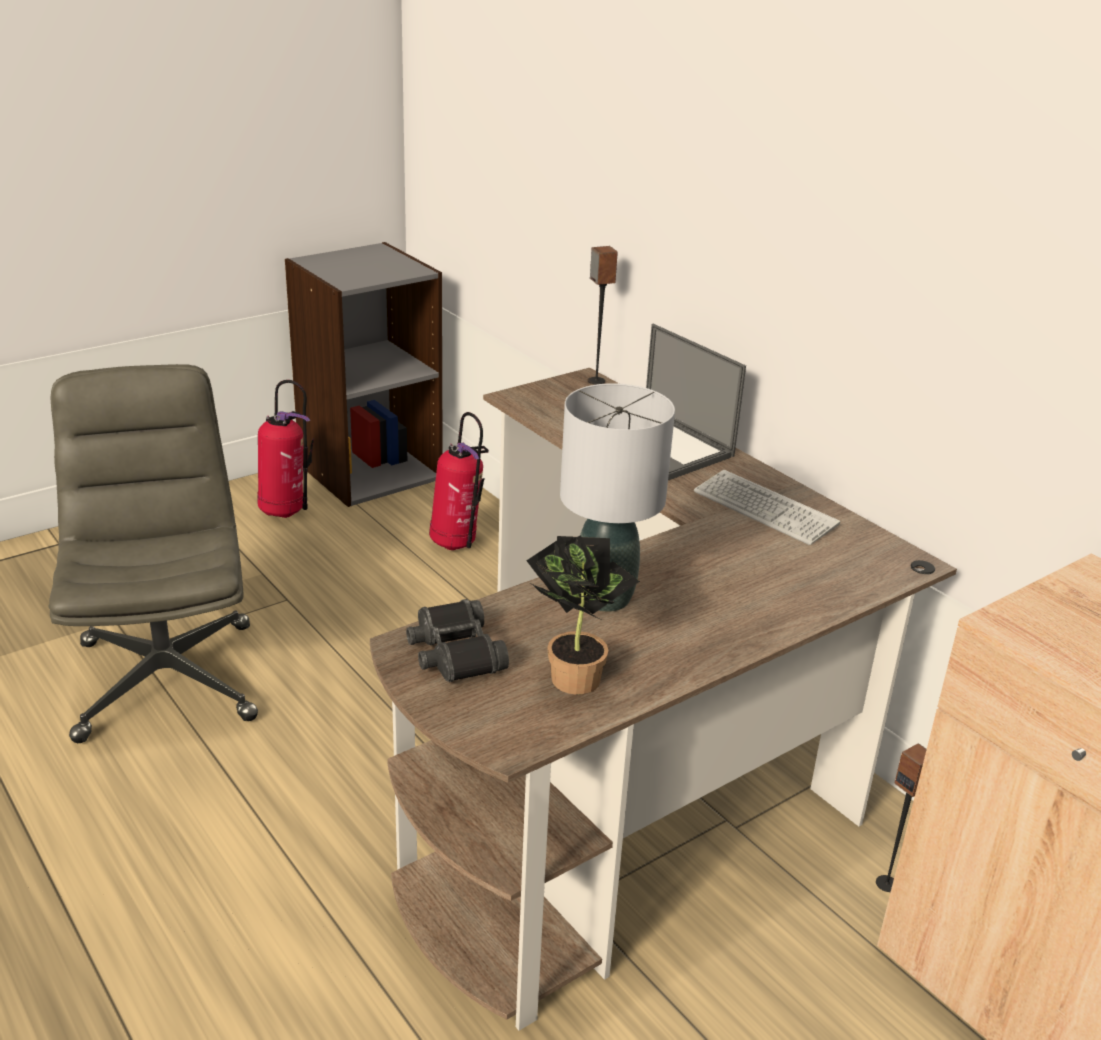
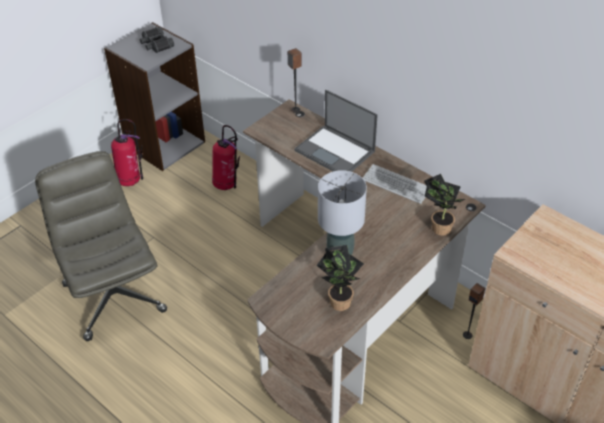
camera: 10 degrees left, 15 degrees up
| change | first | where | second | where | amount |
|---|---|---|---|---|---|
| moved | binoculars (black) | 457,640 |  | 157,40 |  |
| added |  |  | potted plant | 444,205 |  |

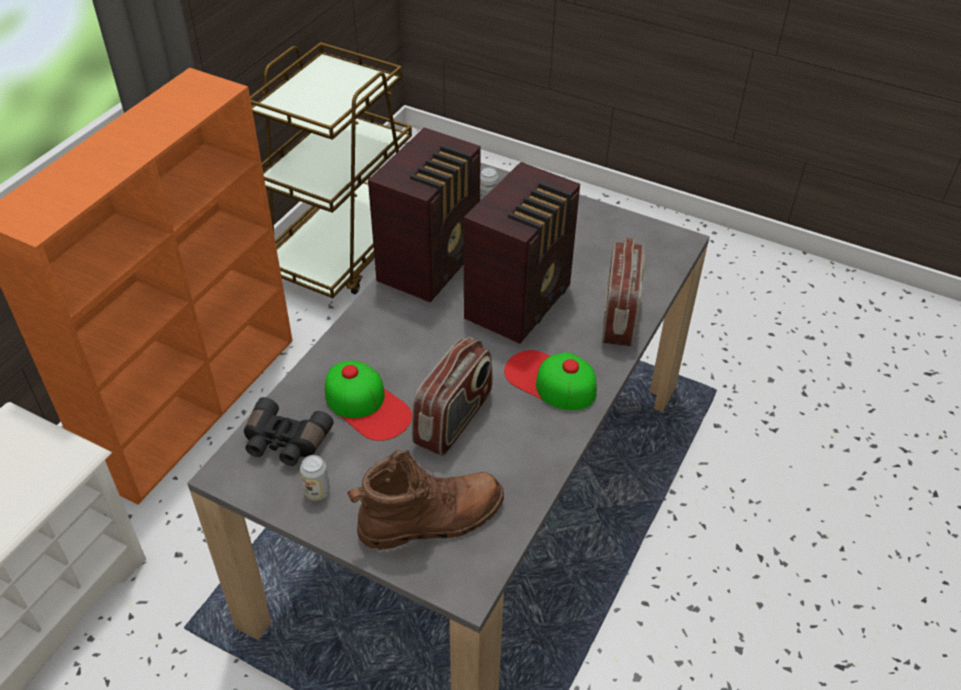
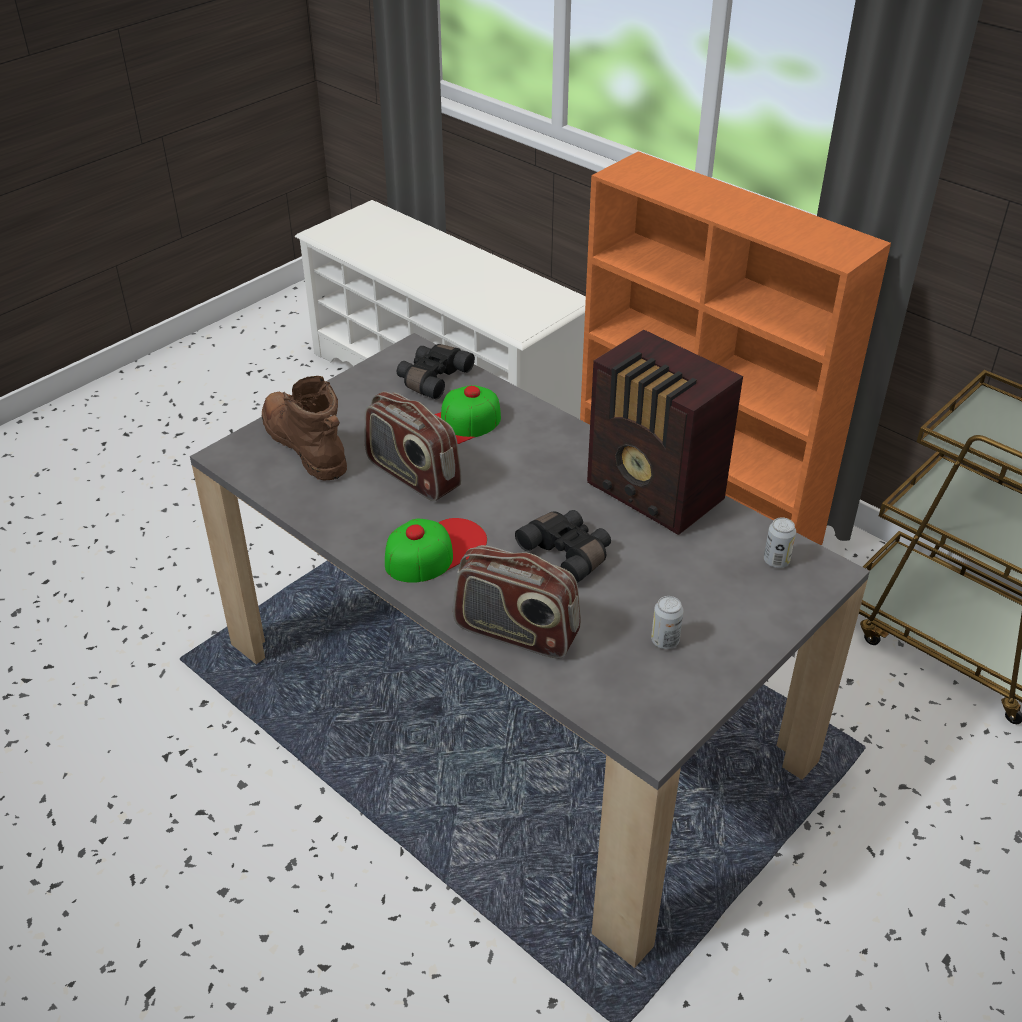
camera: 105 degrees right, 5 degrees down
| change | first | where | second | where | amount |
|---|---|---|---|---|---|
| moved | can | 315,478 |  | 667,622 |  |
| turned | boot (brown) | 425,500 |  | 304,428 | 150 degrees clockwise |
| replaced | radio | 522,253 | binoculars (black) | 563,546 |  |

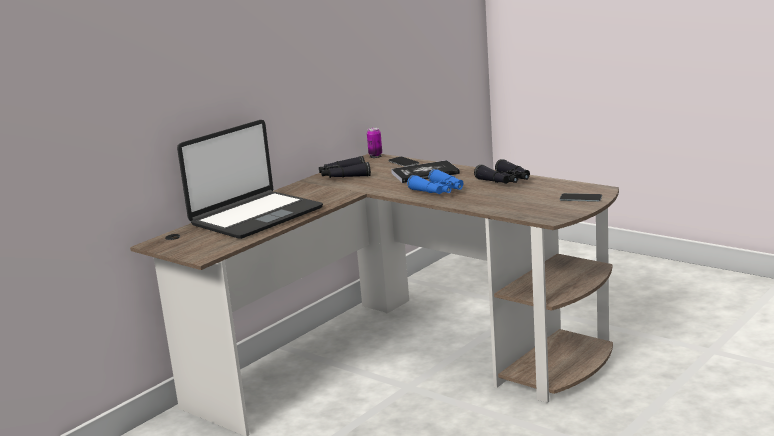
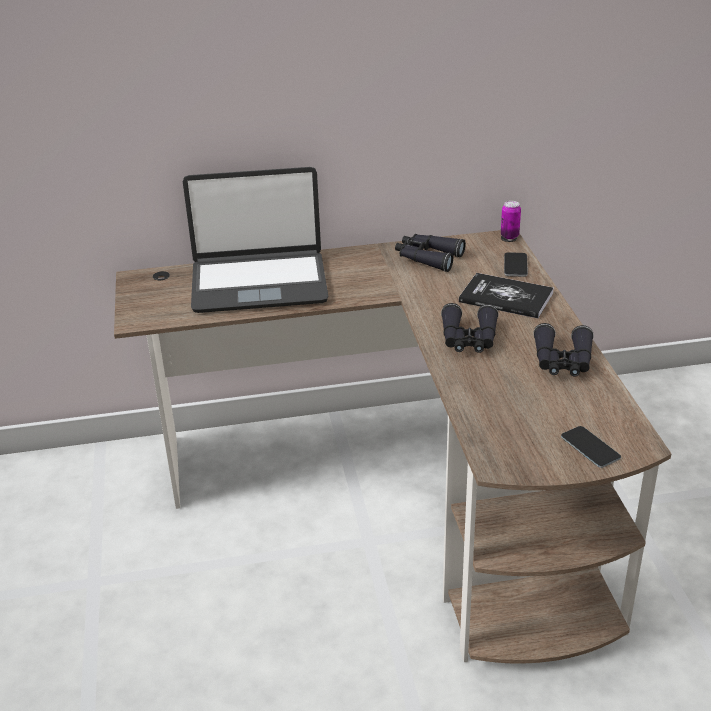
camera: 40 degrees right, 15 degrees up
| change | first | where | second | where | amount |
|---|---|---|---|---|---|
| recoloured | binoculars (blue) | 435,181 | binoculars (black) | 470,328 |  |

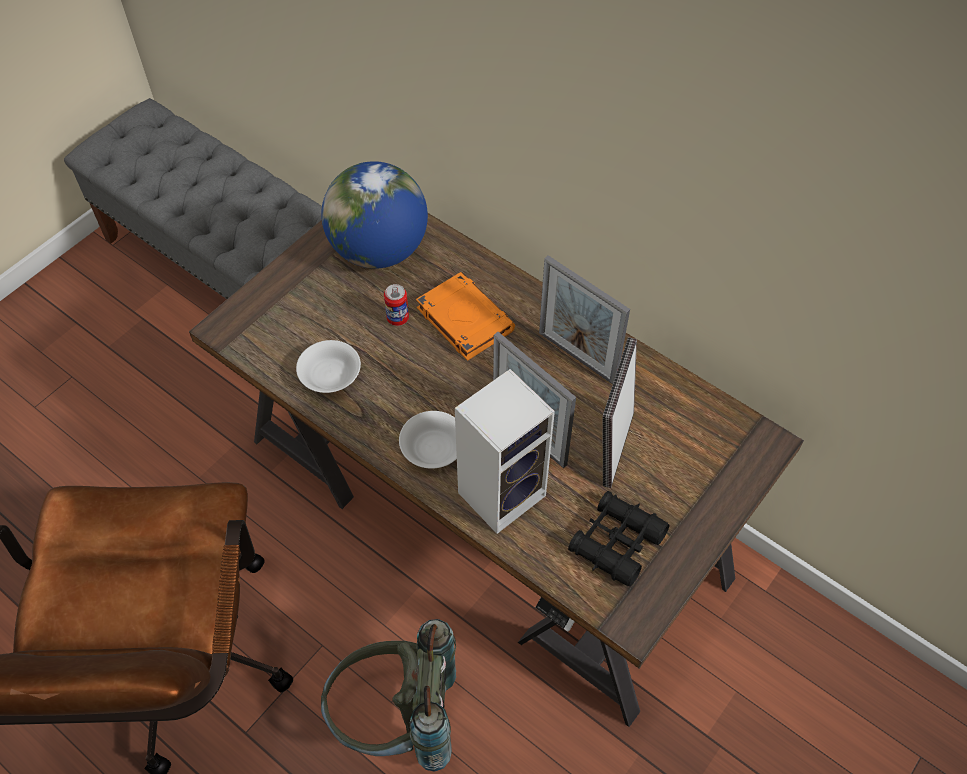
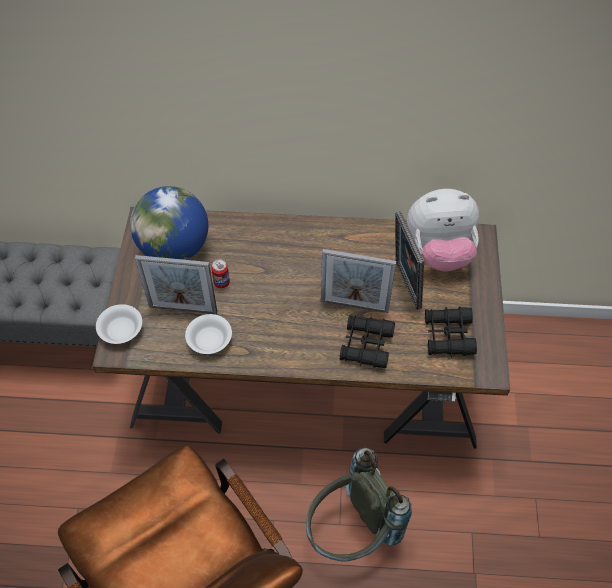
camera: 35 degrees left, 0 degrees up
| change | first | where | second | where | amount |
|---|---|---|---|---|---|
| moved | bowl (white) | 428,440 |  | 119,324 |  |
| removed | book (orange) | 465,316 |  |  |  |
| replaced | speaker | 505,451 | binoculars (black) | 367,341 |  |
| moved | picture frame | 584,319 |  | 176,284 |  |
| added |  |  | plush toy | 443,230 |  |

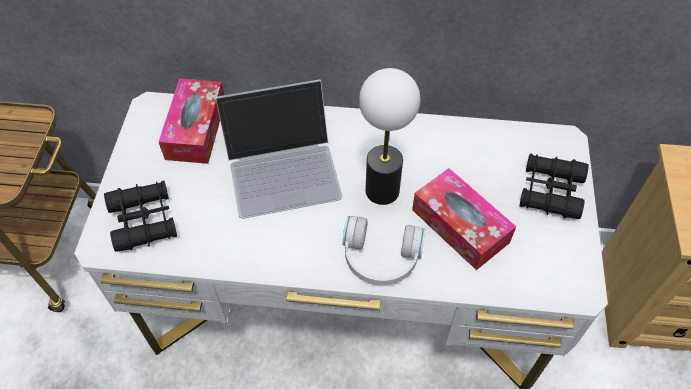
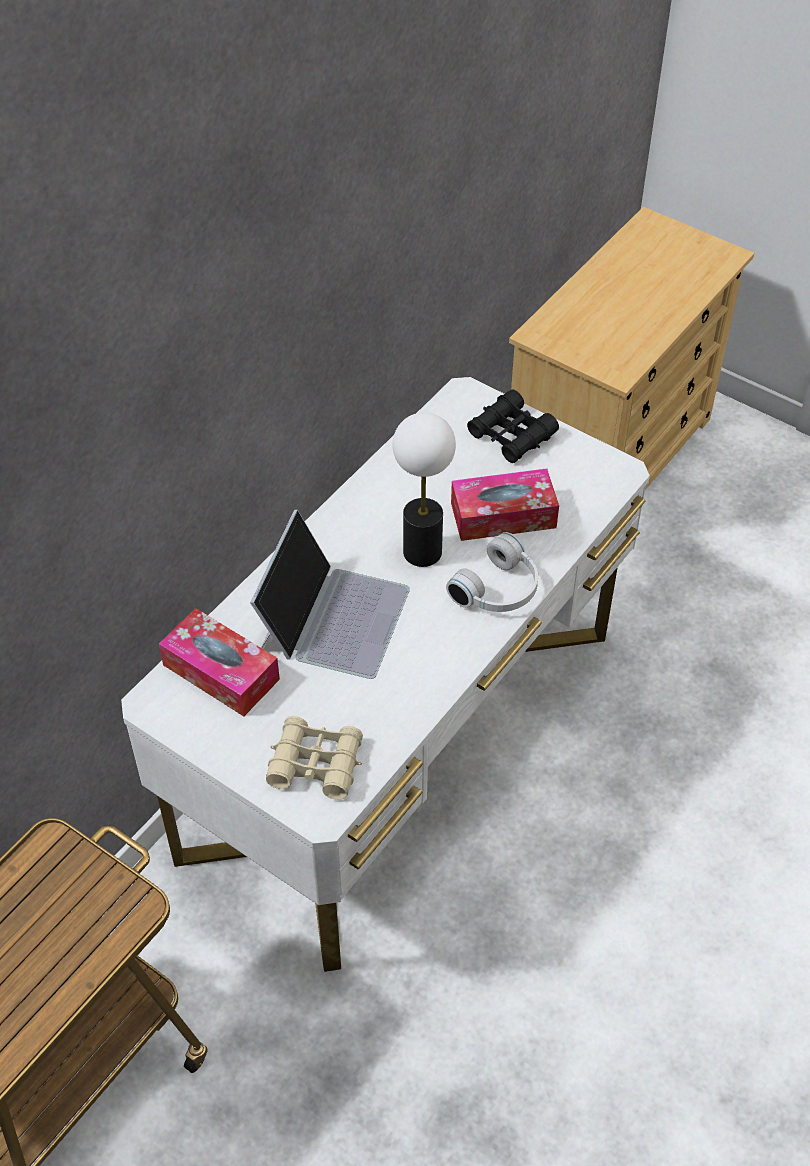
camera: 60 degrees left, 5 degrees down
| change | first | where | second | where | amount |
|---|---|---|---|---|---|
| recoloured | binoculars (black) | 140,216 | binoculars (beige) | 314,758 |  |

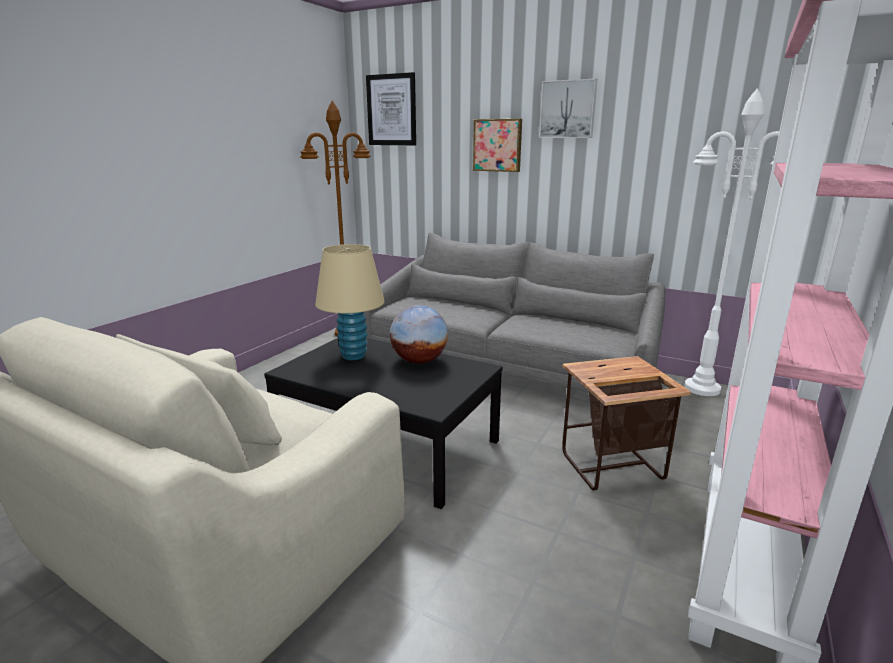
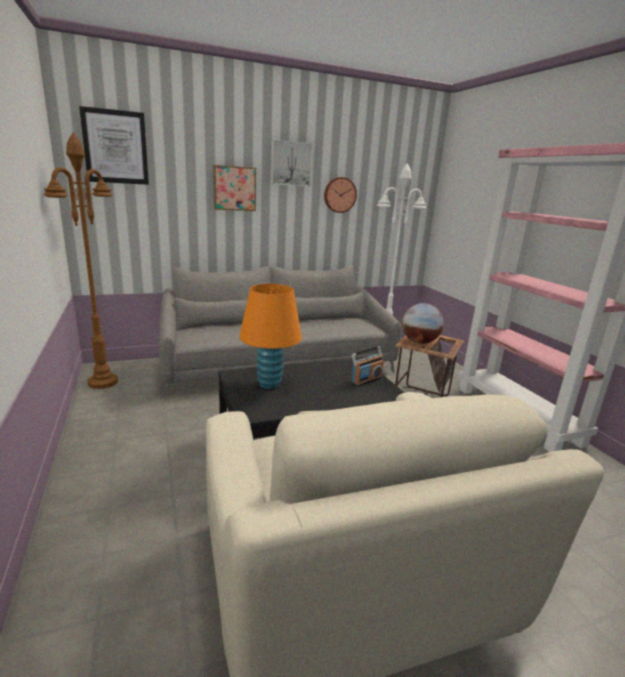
camera: 50 degrees left, 0 degrees up
| change | first | where | second | where | amount |
|---|---|---|---|---|---|
| recoloured | table lamp (beige) | 350,302 | table lamp (orange) | 270,336 |  |
| moved | globe | 419,334 |  | 423,323 |  |
| added |  |  | wall clock | 340,195 |  |
| added |  |  | radio | 367,366 |  |

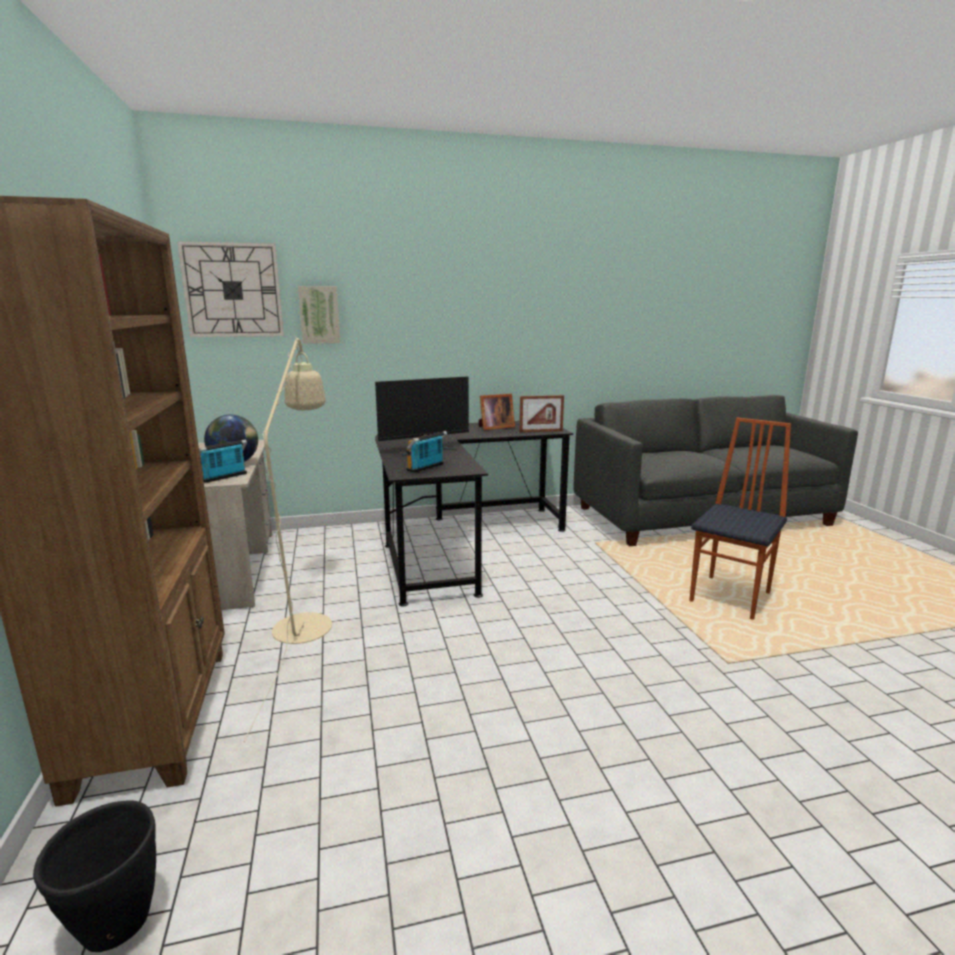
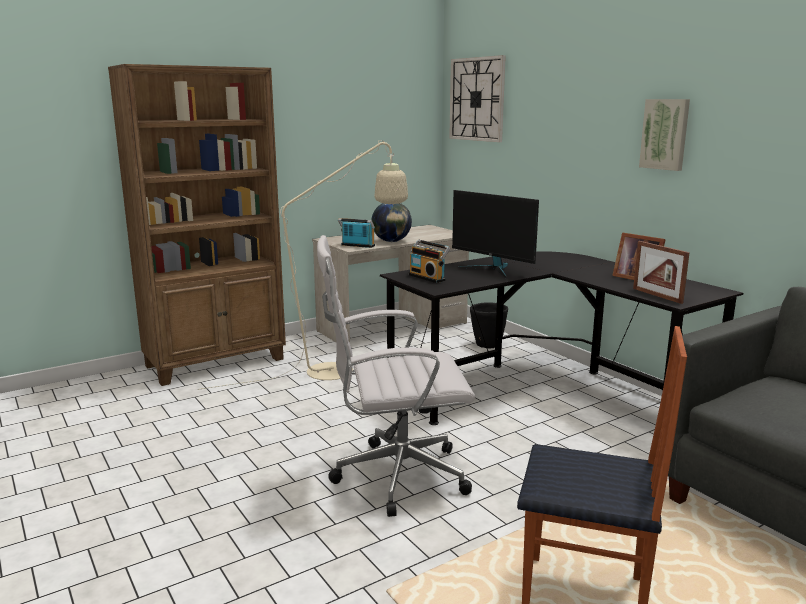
camera: 70 degrees right, 0 degrees up
| change | first | where | second | where | amount |
|---|---|---|---|---|---|
| moved | planter (black) | 94,876 |  | 489,325 |  |
| moved | picture | 319,315 |  | 664,135 |  |
| turned | radio | 427,452 |  | 429,261 | 150 degrees counterclockwise |
| added |  |  | office chair (white) | 396,376 |  |

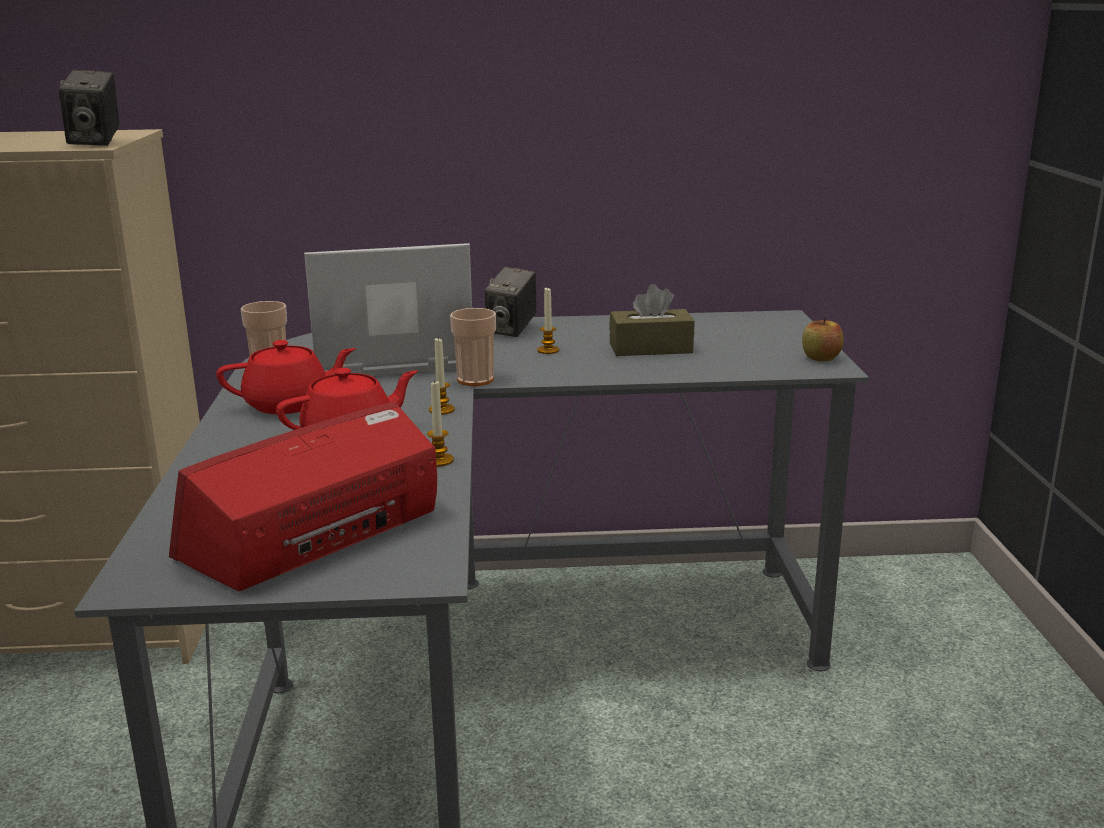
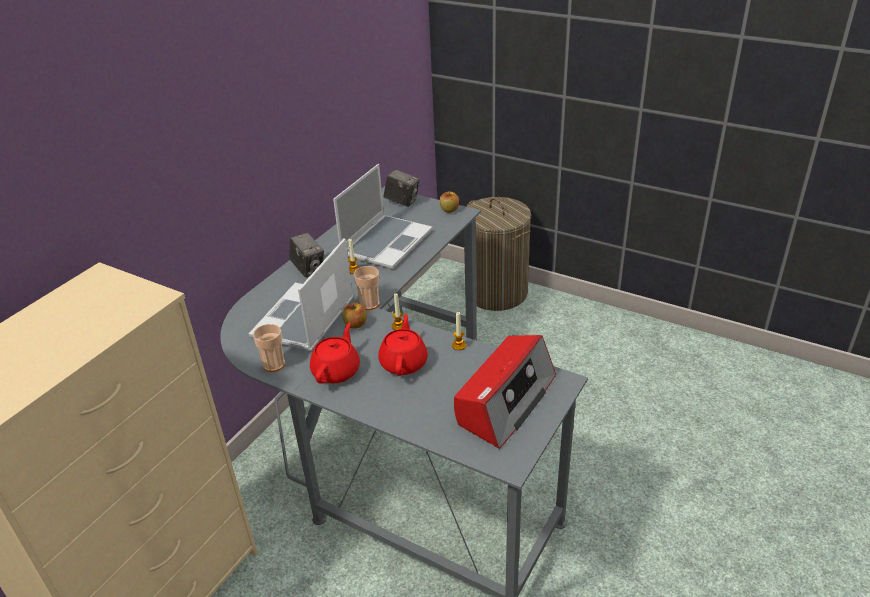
camera: 55 degrees left, 15 degrees up
| change | first | where | second | where | amount |
|---|---|---|---|---|---|
| moved | photo camera | 89,107 |  | 402,188 |  |
| turned | radio | 303,496 |  | 505,392 | 135 degrees counterclockwise |
| replaced | tissue box (brown) | 651,320 | laptop | 382,216 |  |
| added |  |  | apple | 354,316 |  |
| added |  |  | laundry basket | 499,254 |  |

